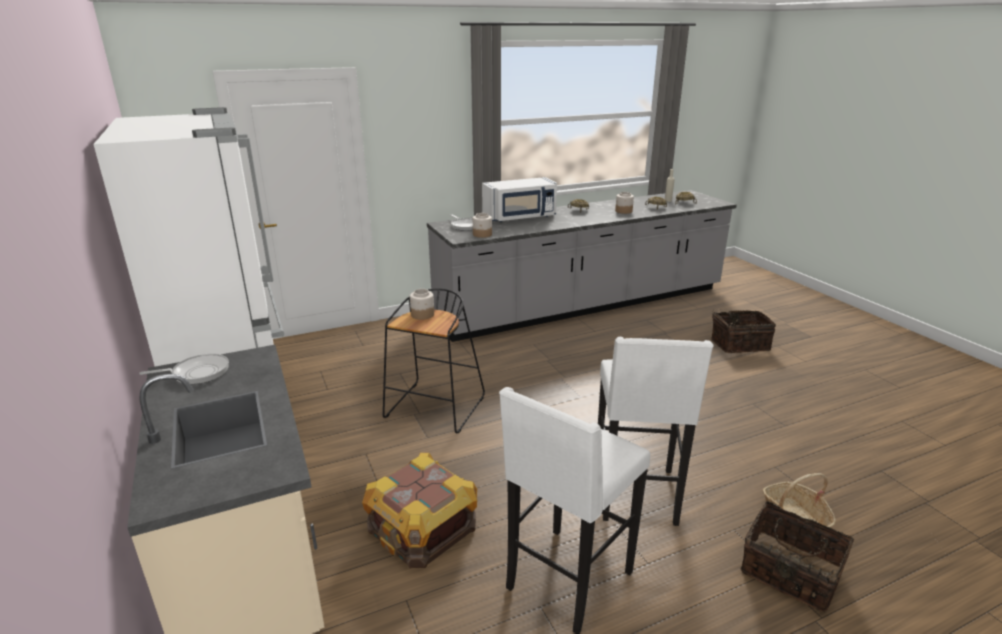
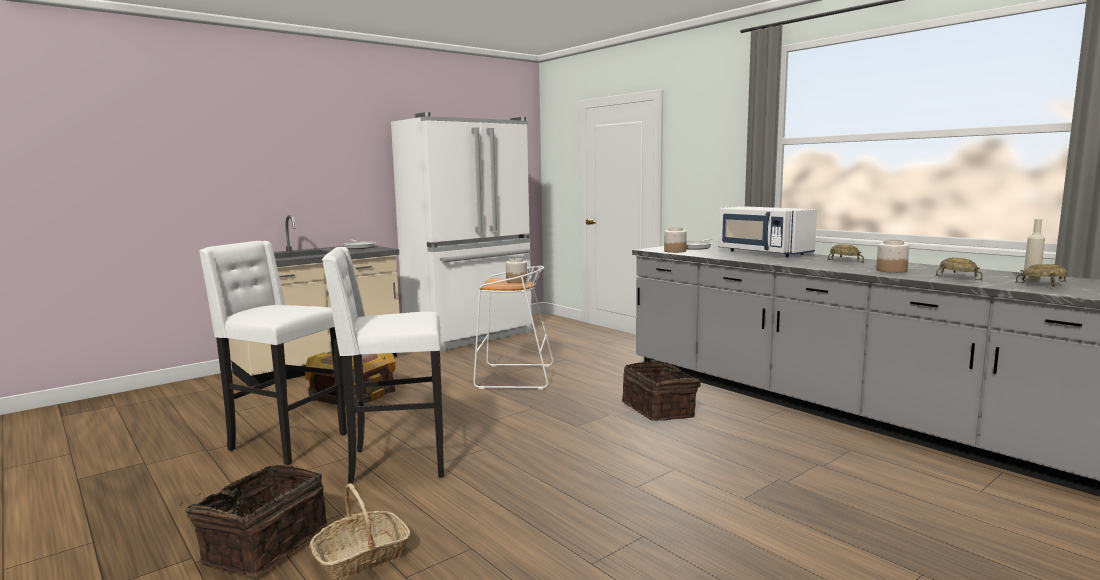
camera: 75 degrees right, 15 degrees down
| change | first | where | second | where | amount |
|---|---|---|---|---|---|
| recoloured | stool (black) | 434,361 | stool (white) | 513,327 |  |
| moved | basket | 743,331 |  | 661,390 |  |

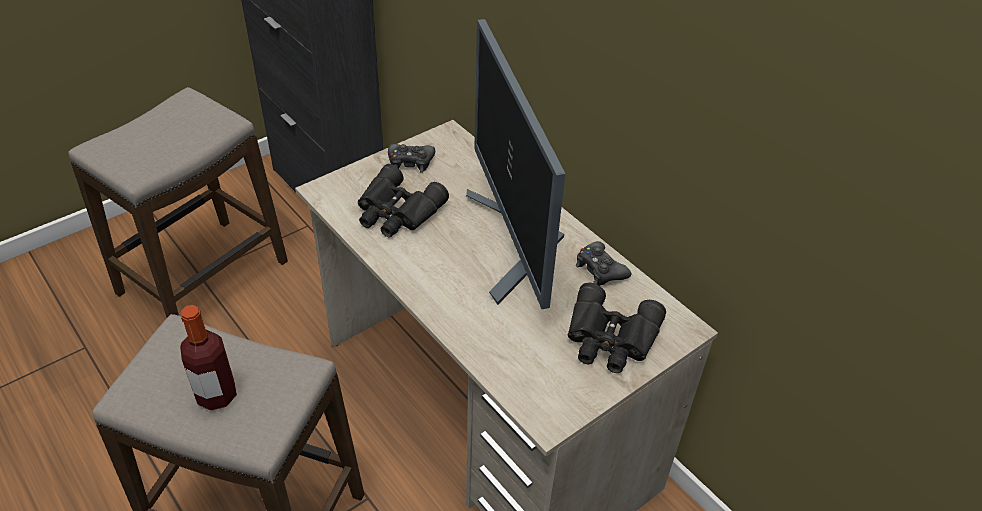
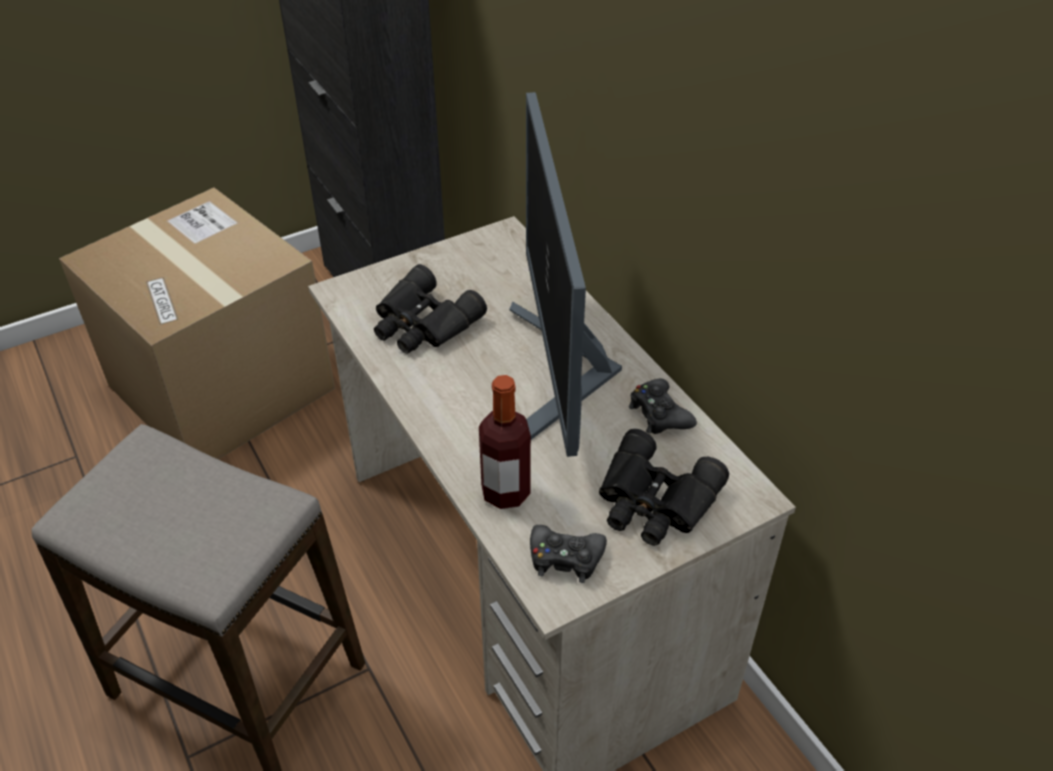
camera: 10 degrees right, 0 degrees up
| change | first | where | second | where | amount |
|---|---|---|---|---|---|
| replaced | stool | 178,202 | cardboard box | 197,323 |  |
| moved | bottle | 208,358 |  | 505,442 |  |
| moved | game controller (black) | 411,158 |  | 568,554 |  |

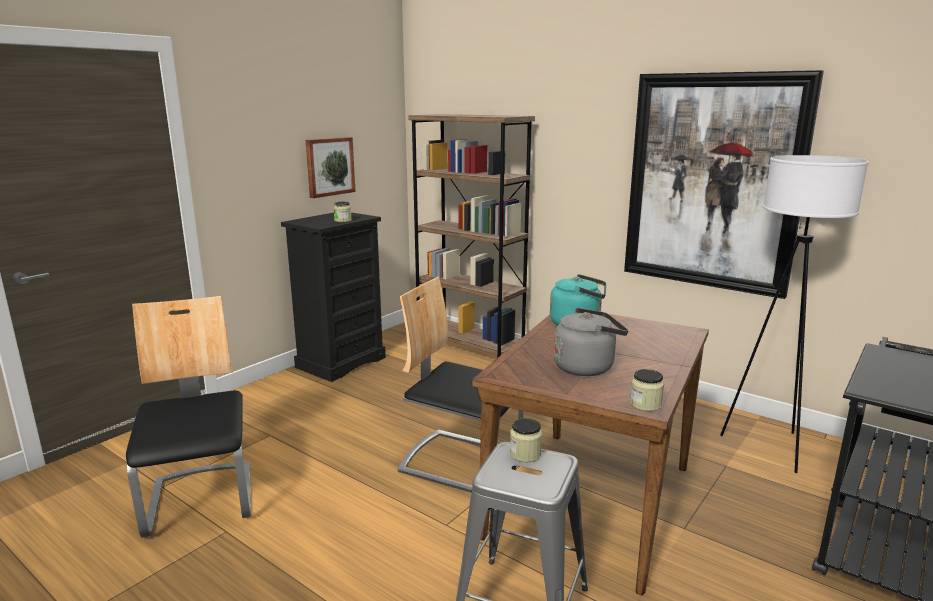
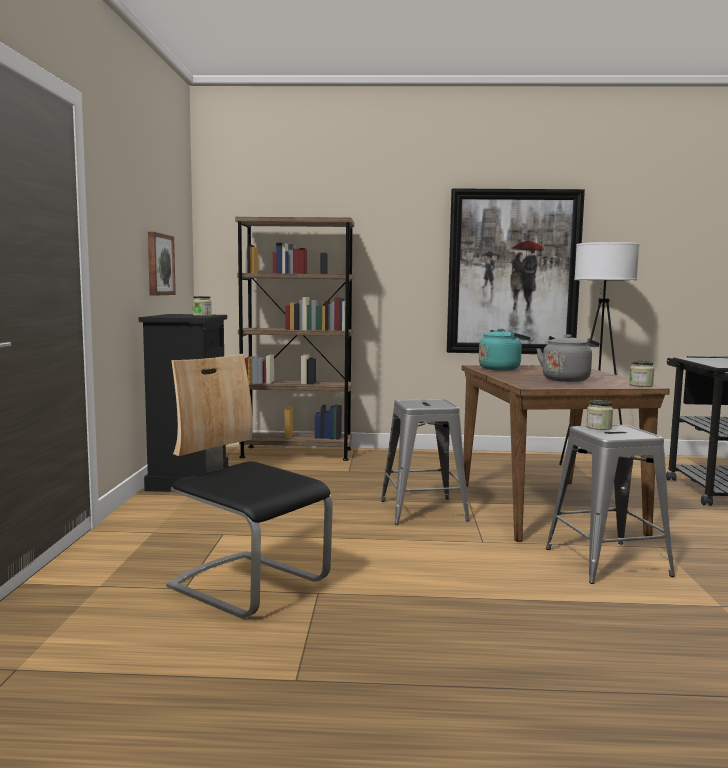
camera: 35 degrees left, 10 degrees down
| change | first | where | second | where | amount |
|---|---|---|---|---|---|
| replaced | chair | 461,385 | stool (grey) | 425,462 |  |

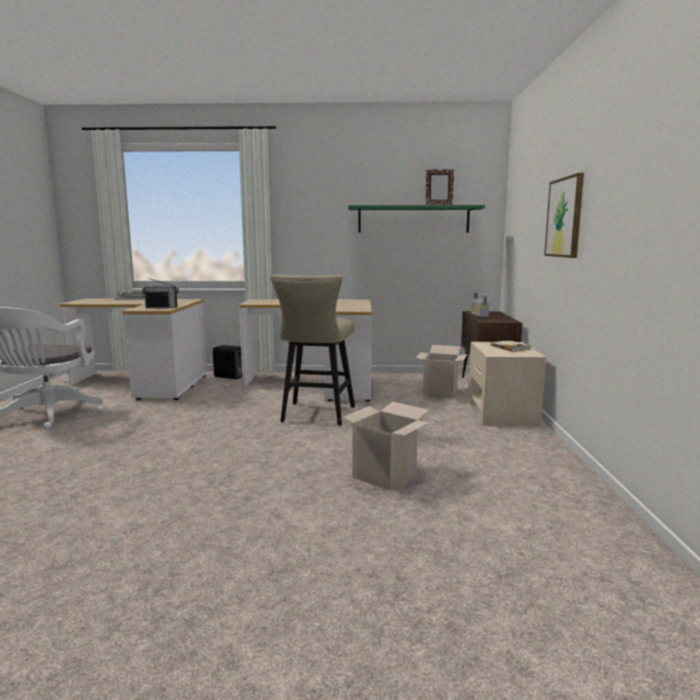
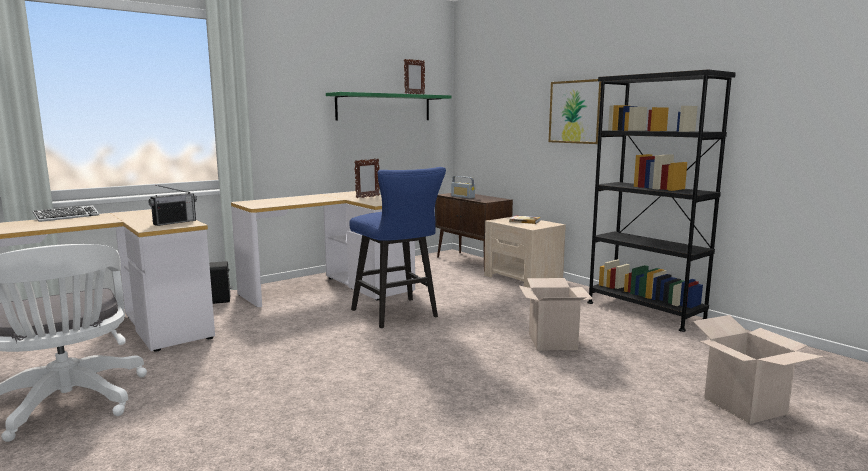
camera: 40 degrees left, 0 degrees up
| change | first | where | second | where | amount |
|---|---|---|---|---|---|
| recoloured | stool (beige) | 312,350 | stool (blue) | 397,247 |  |
| moved | cardboard box | 441,372 |  | 758,369 |  |
| added |  |  | picture frame | 367,178 |  |
| added |  |  | bookcase (black) | 661,200 |  |

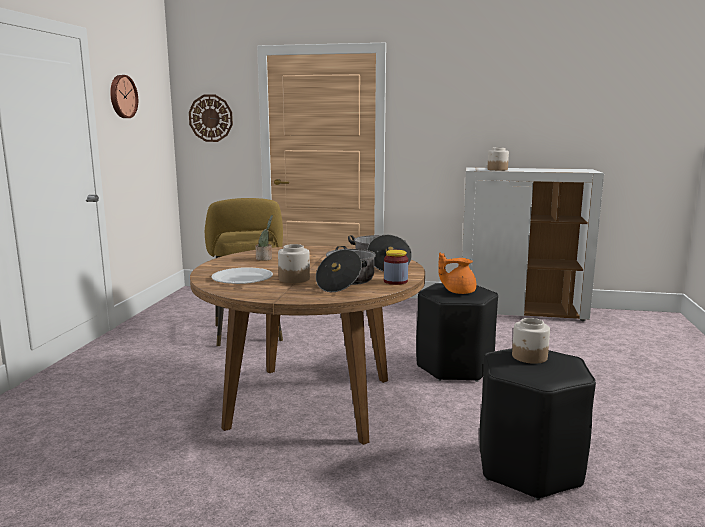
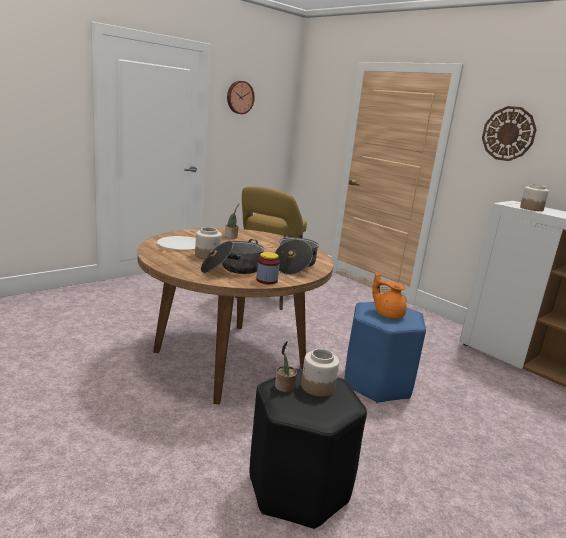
camera: 35 degrees right, 5 degrees up
| change | first | where | second | where | amount |
|---|---|---|---|---|---|
| moved | wall clock | 211,118 |  | 509,133 |  |
| recoloured | stool (black) | 457,332 | stool (blue) | 385,352 |  |
| added |  |  | potted plant | 286,366 |  |

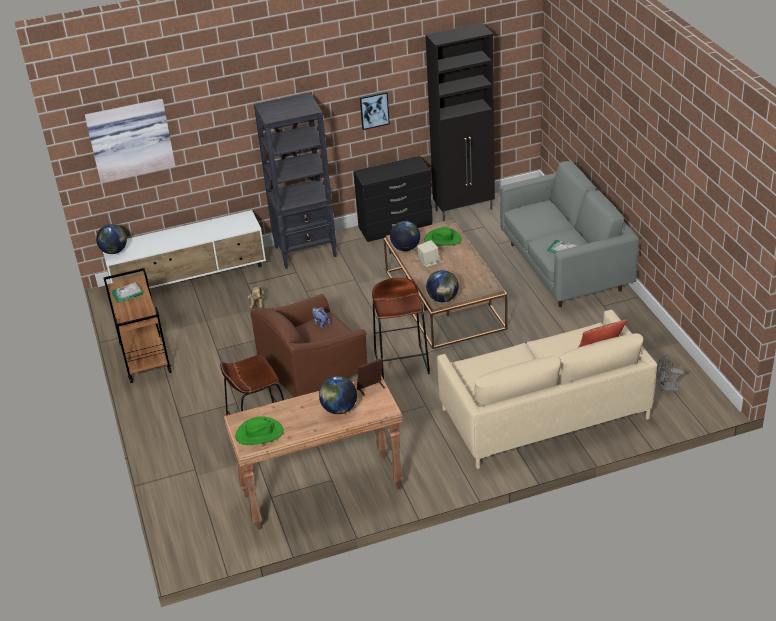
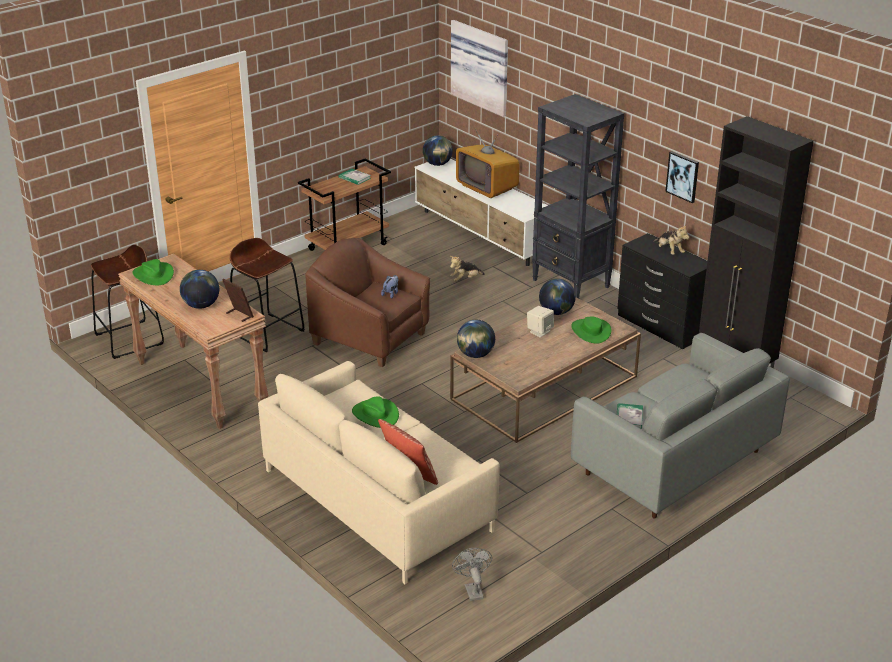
camera: 65 degrees right, 5 degrees down
| change | first | where | second | where | amount |
|---|---|---|---|---|---|
| moved | stool (brown) | 401,328 |  | 127,302 |  |
| added |  |  | hat (green) | 375,412 |  |
| added |  |  | television | 488,163 |  |
| added |  |  | plush toy | 671,240 |  |

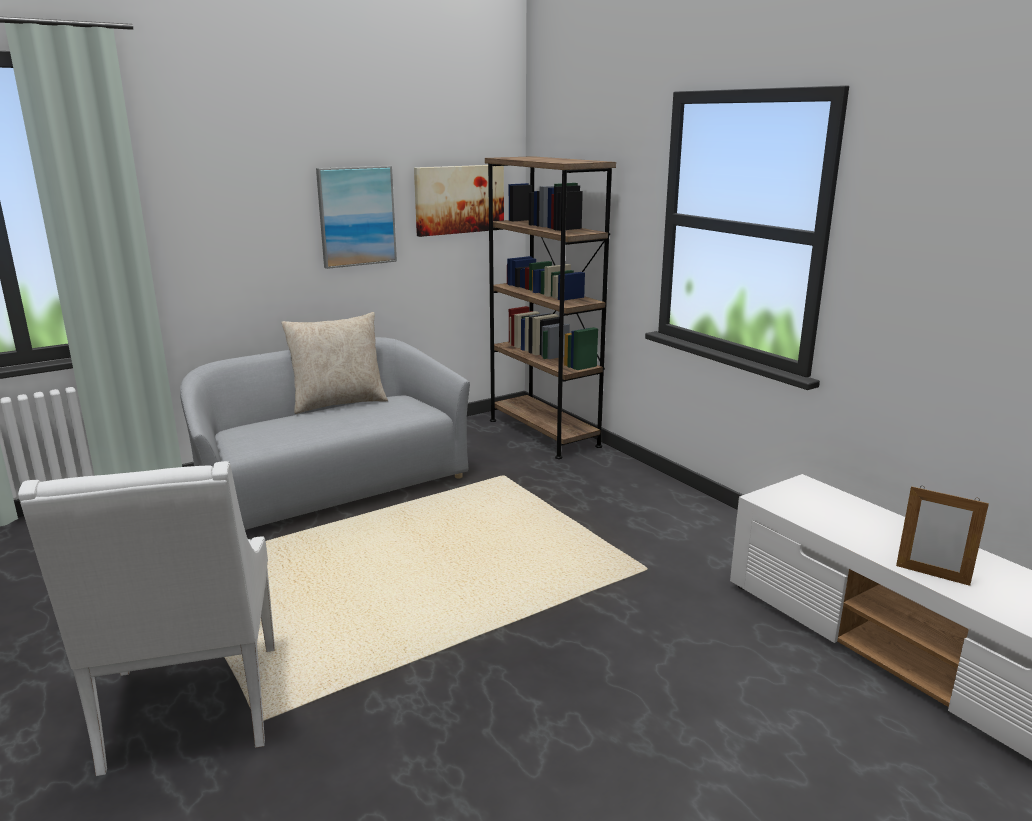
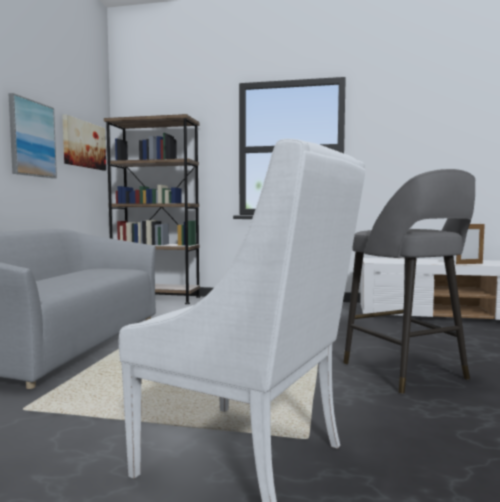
camera: 45 degrees left, 15 degrees down
| change | first | where | second | where | amount |
|---|---|---|---|---|---|
| removed | pillow (beige) | 334,363 |  |  |  |
| added |  |  | stool (grey) | 409,281 |  |

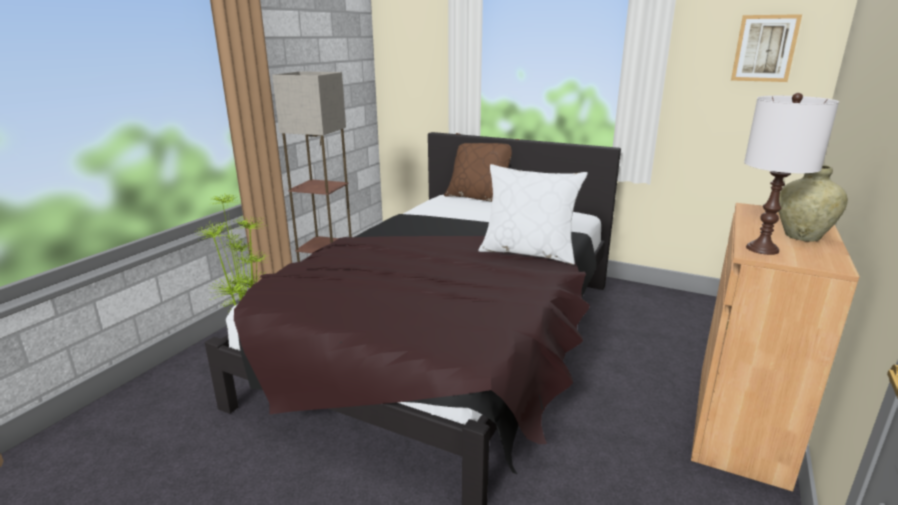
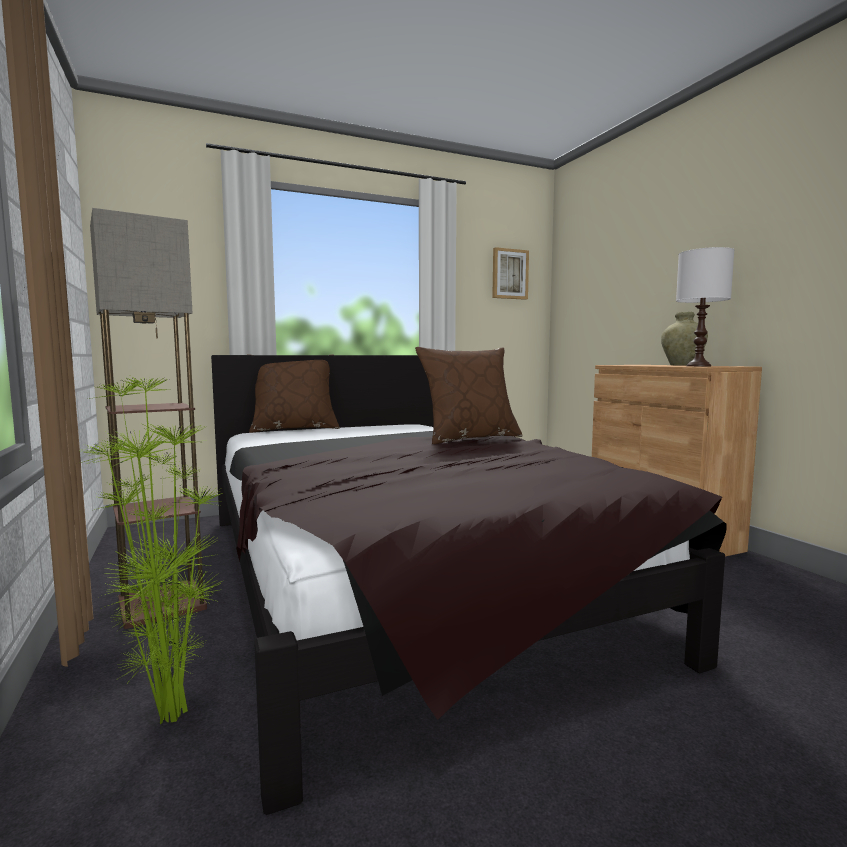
camera: 50 degrees left, 15 degrees down
| change | first | where | second | where | amount |
|---|---|---|---|---|---|
| recoloured | pillow (white) | 533,214 | pillow (brown) | 469,395 |  |

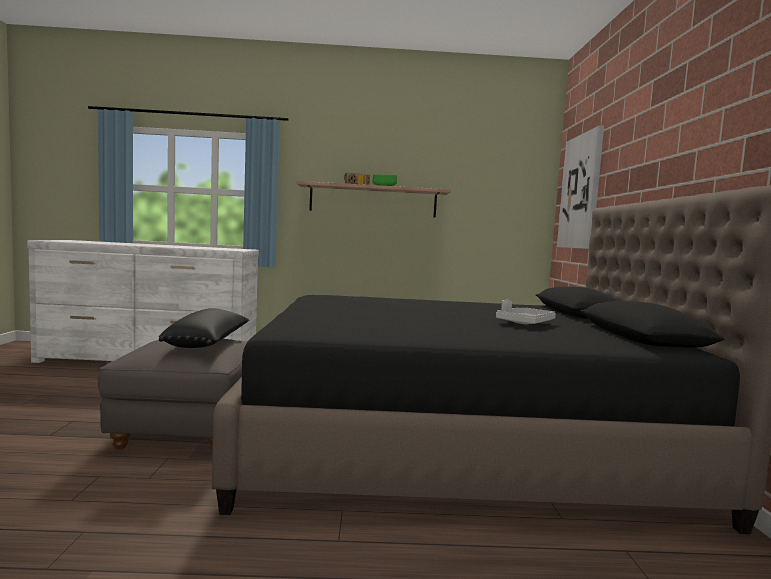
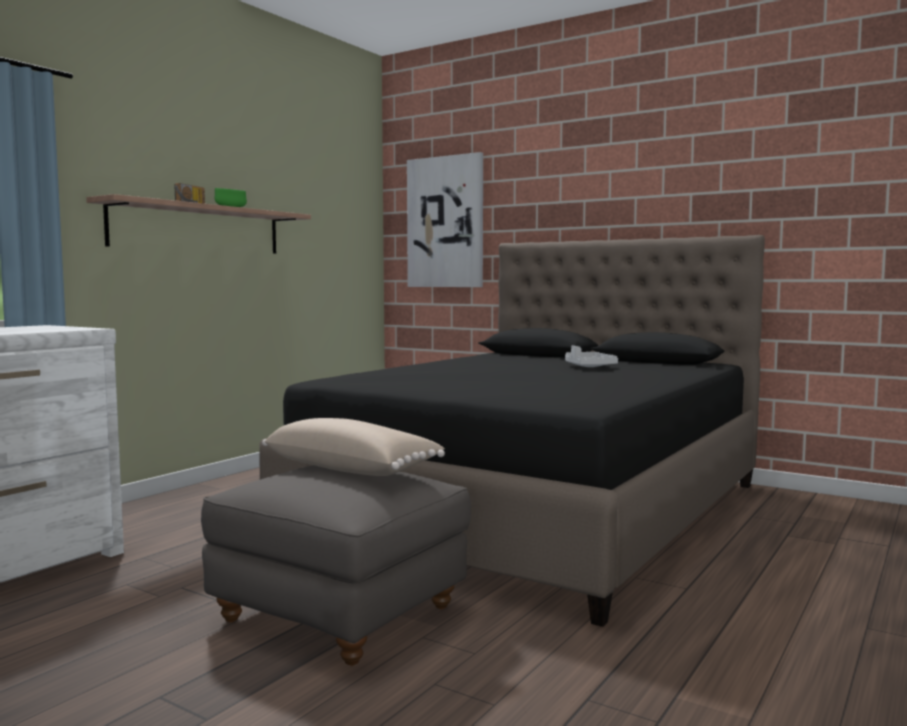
camera: 55 degrees left, 0 degrees up
| change | first | where | second | where | amount |
|---|---|---|---|---|---|
| recoloured | pillow (black) | 204,328 | pillow (beige) | 353,447 |  |

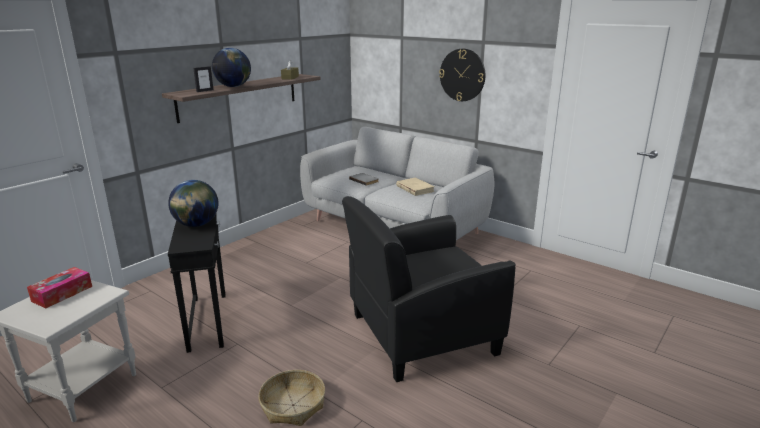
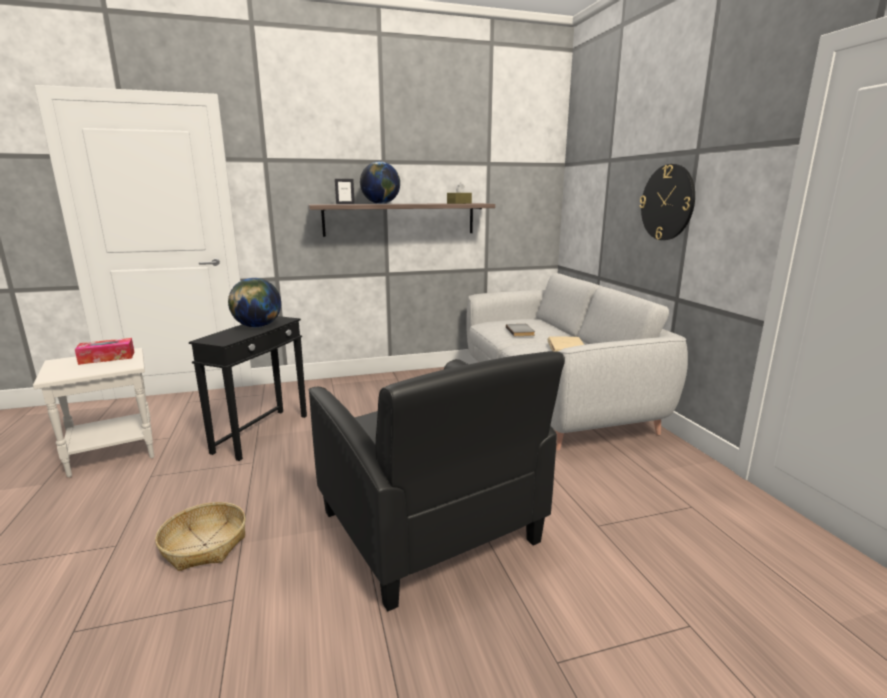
camera: 35 degrees right, 5 degrees down
| change | first | where | second | where | amount |
|---|---|---|---|---|---|
| turned | armchair (black) | 429,289 |  | 437,481 | 135 degrees counterclockwise |

